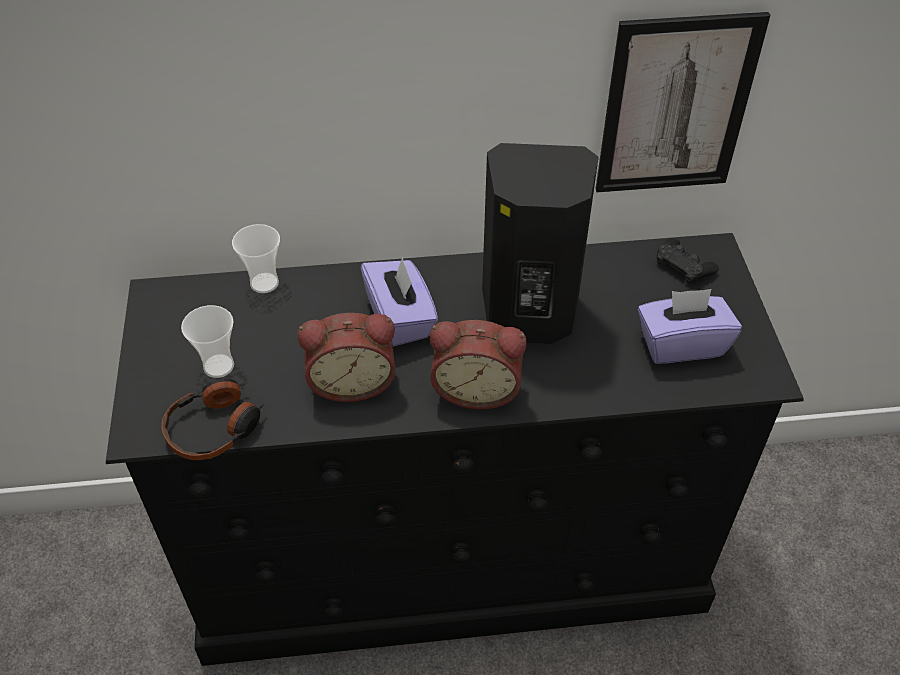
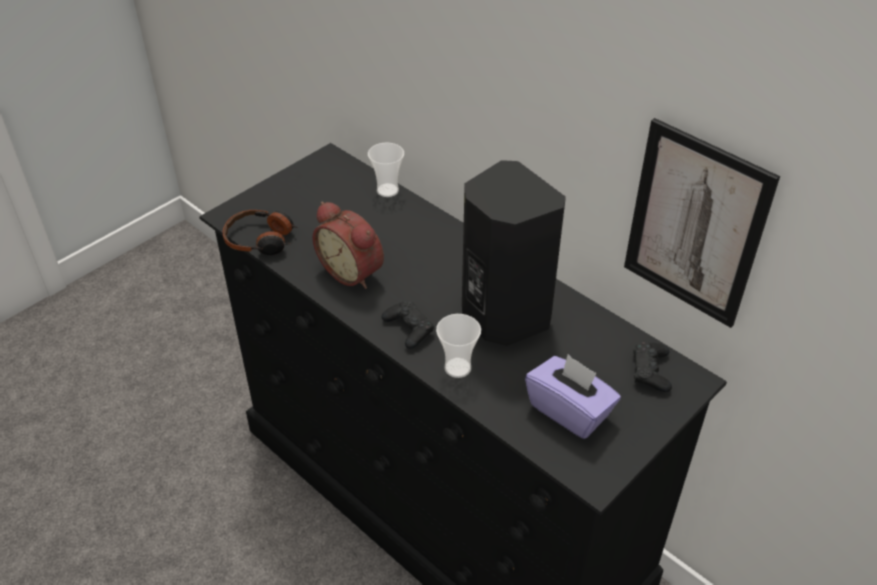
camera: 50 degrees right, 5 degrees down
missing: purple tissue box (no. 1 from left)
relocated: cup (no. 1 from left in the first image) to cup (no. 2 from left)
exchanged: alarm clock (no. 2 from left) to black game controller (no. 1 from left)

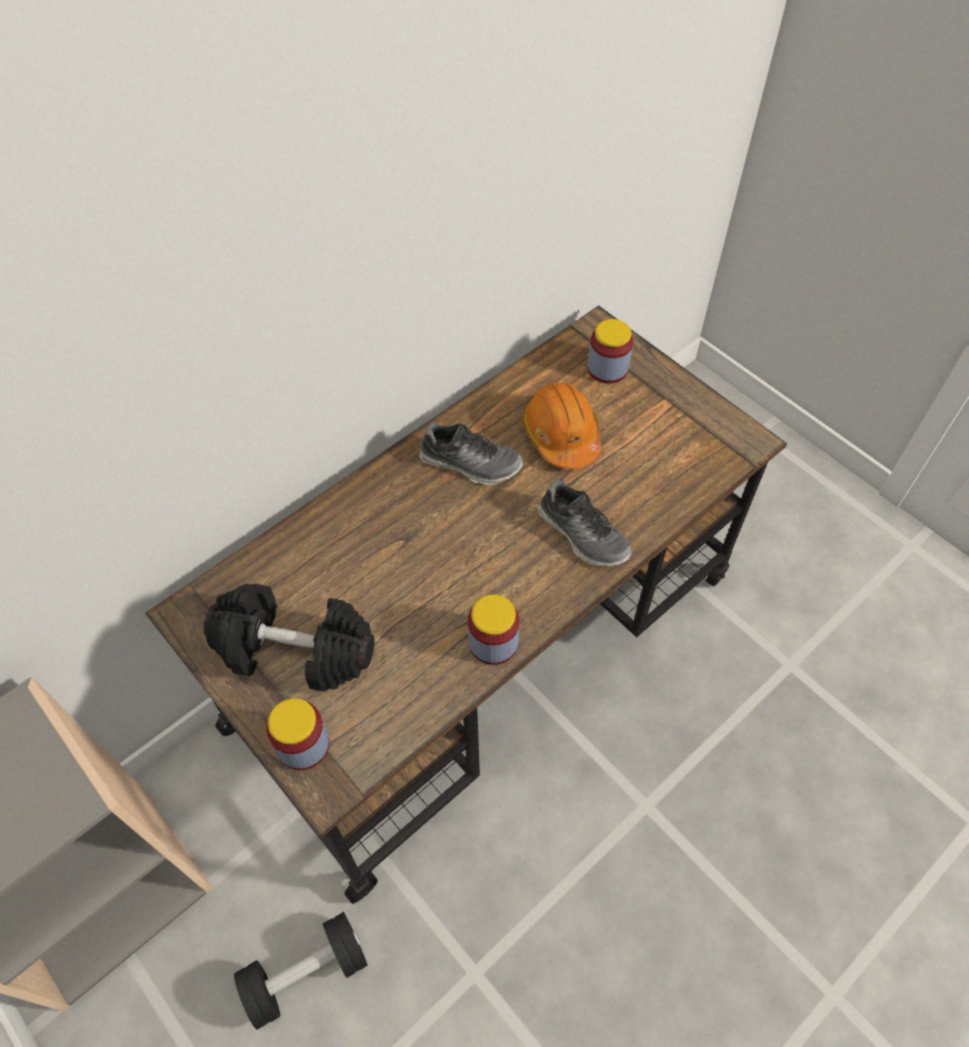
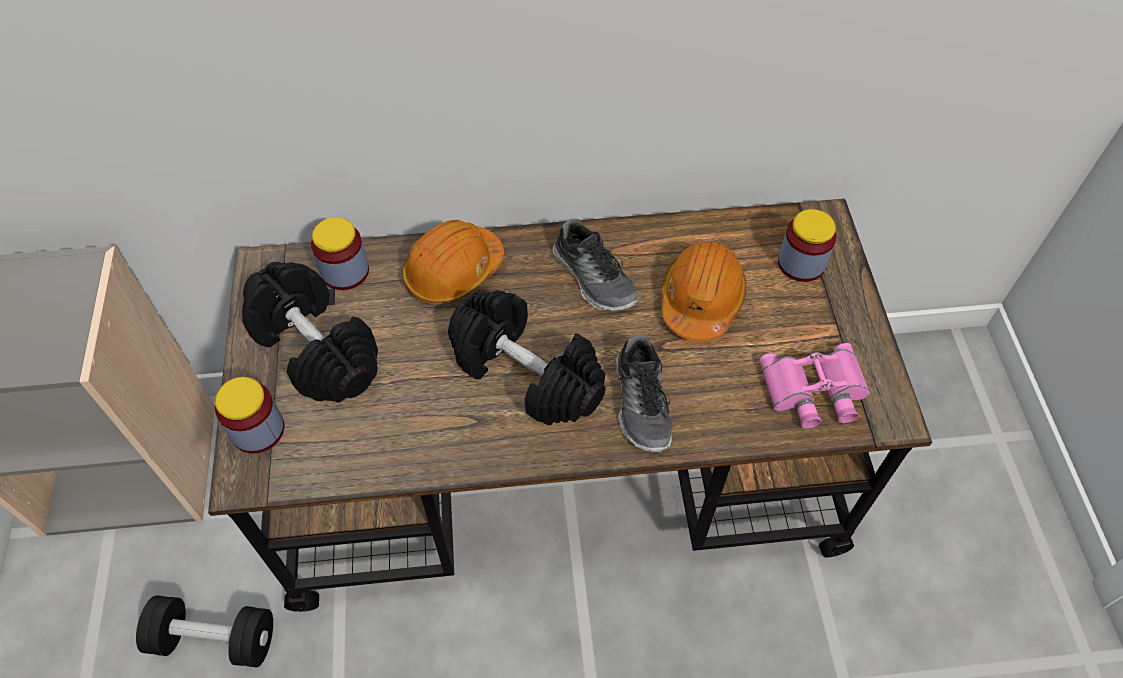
camera: 35 degrees right, 0 degrees up
appeared: orange hard hat (no. 1 from left); black dumbbell (no. 3 from left); pink binoculars
relocated: jar (no. 2 from left)

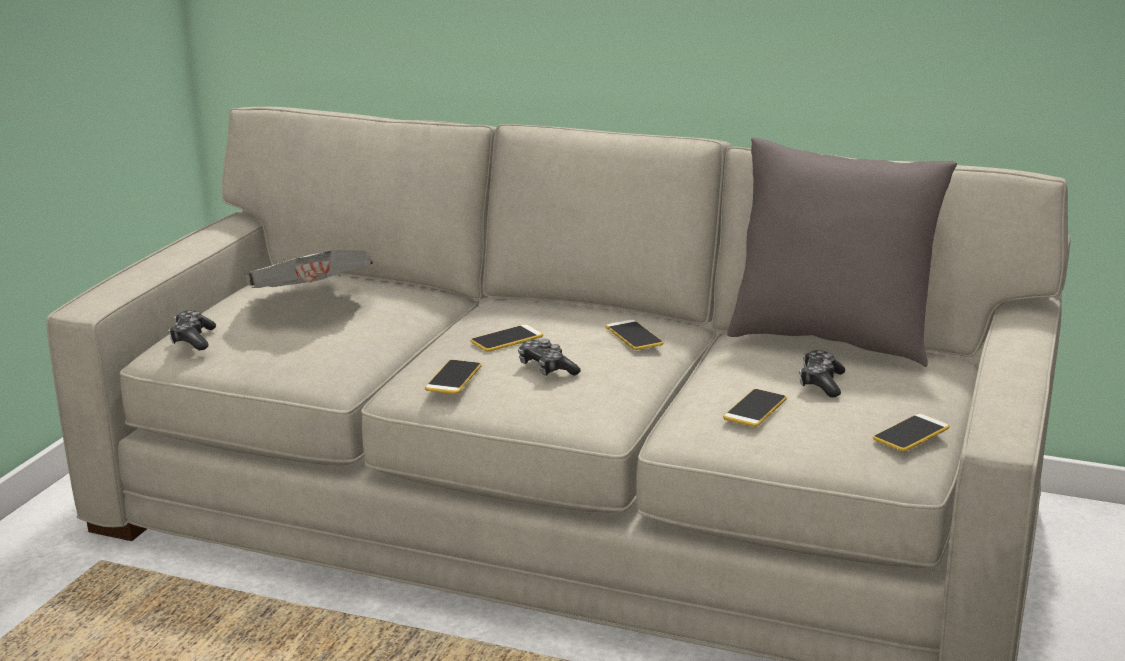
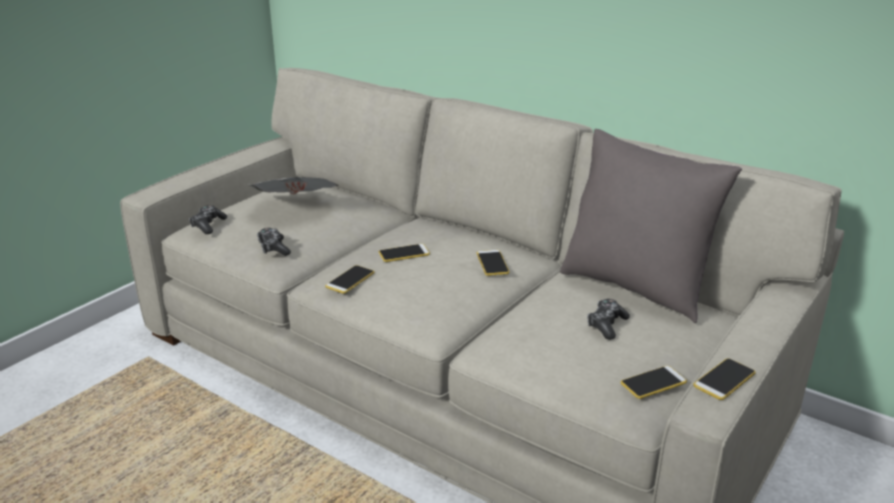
camera: 15 degrees right, 5 degrees up
relocated: game controller (no. 2 from left); phone (no. 4 from left in the first image) to phone (no. 5 from left)

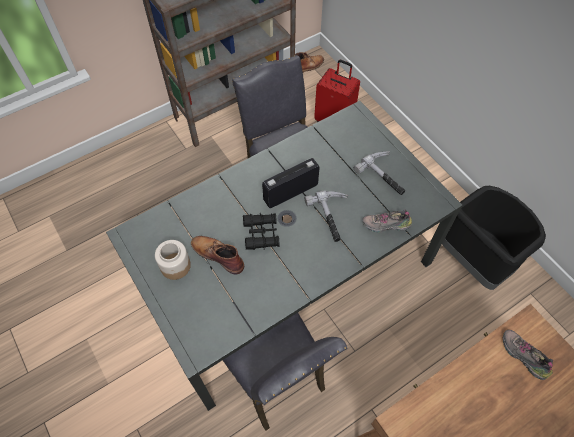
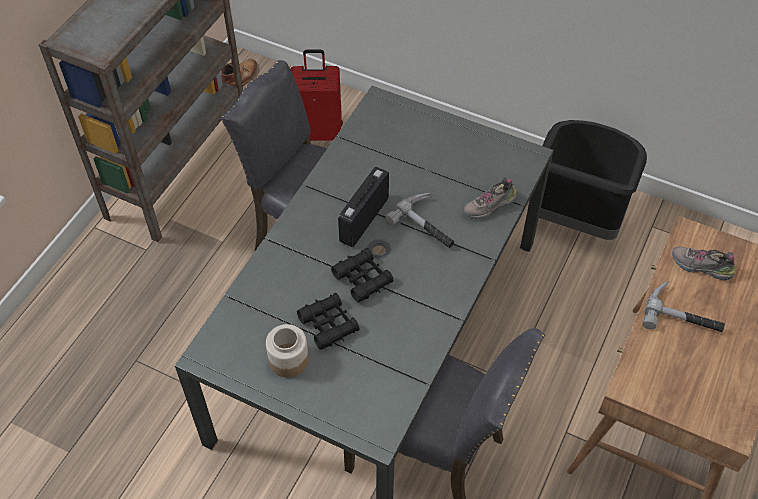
camera: 30 degrees left, 5 degrees down
relocated: hammer (no. 2 from left)
exchanged: brown boot (no. 1 from left) to black binoculars (no. 1 from left)

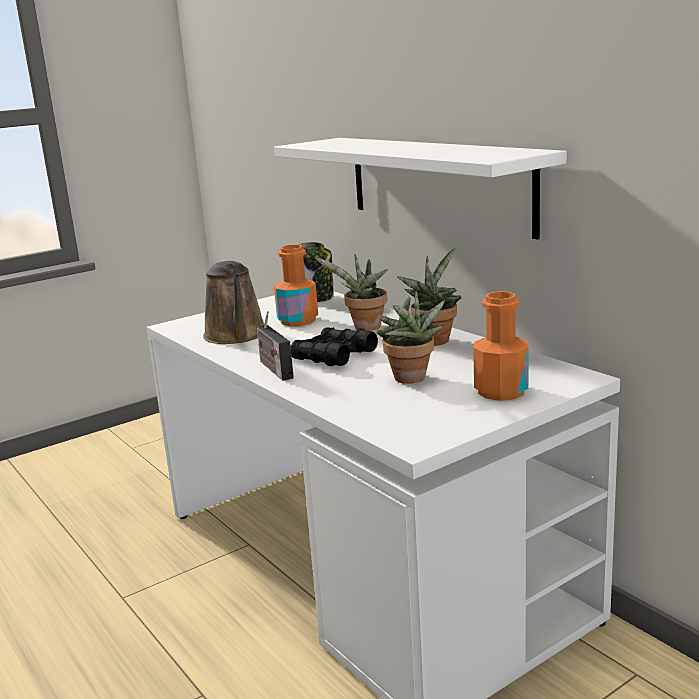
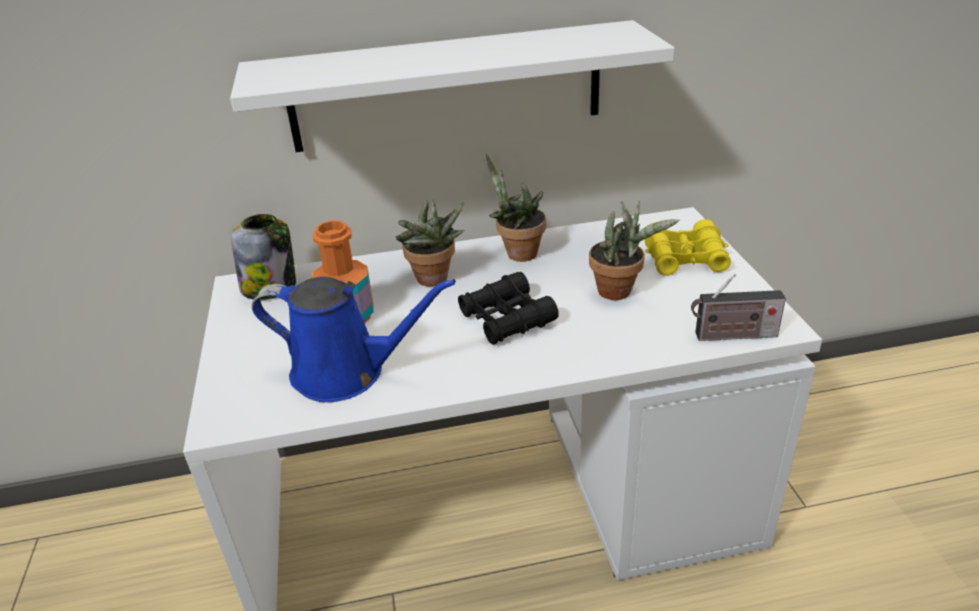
camera: 65 degrees left, 15 degrees up
relocated: radio
exchanged: orange bottle (no. 2 from left) to yellow binoculars
colour: brown watering can to blue watering can

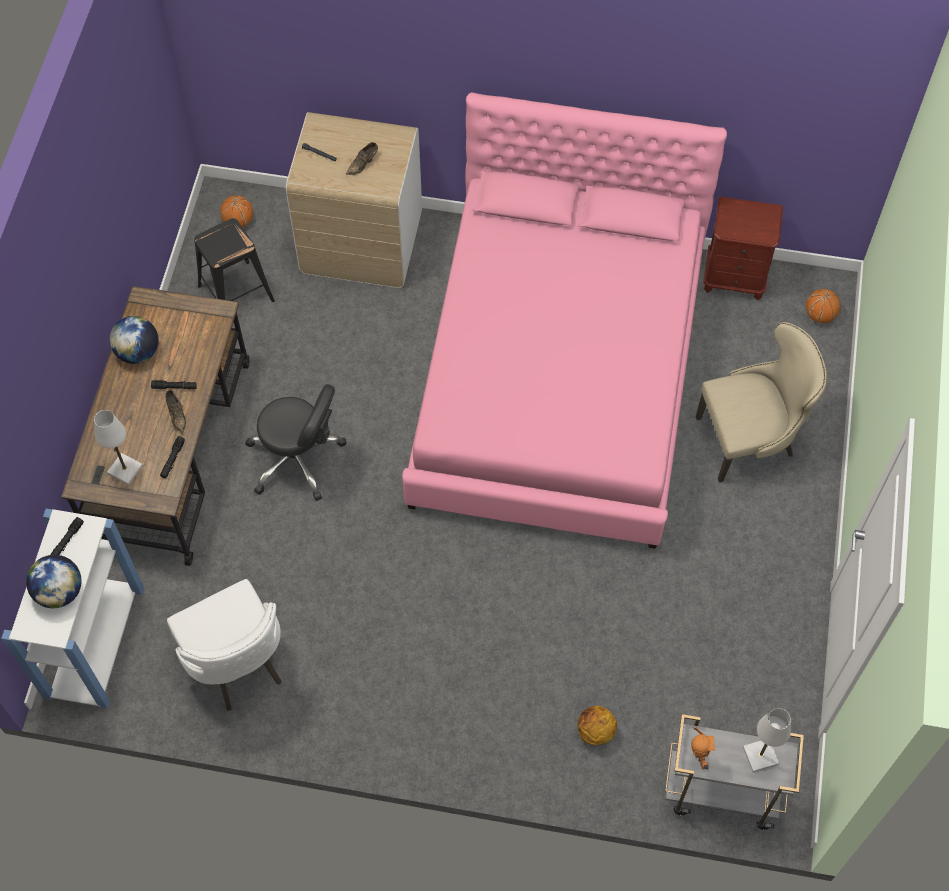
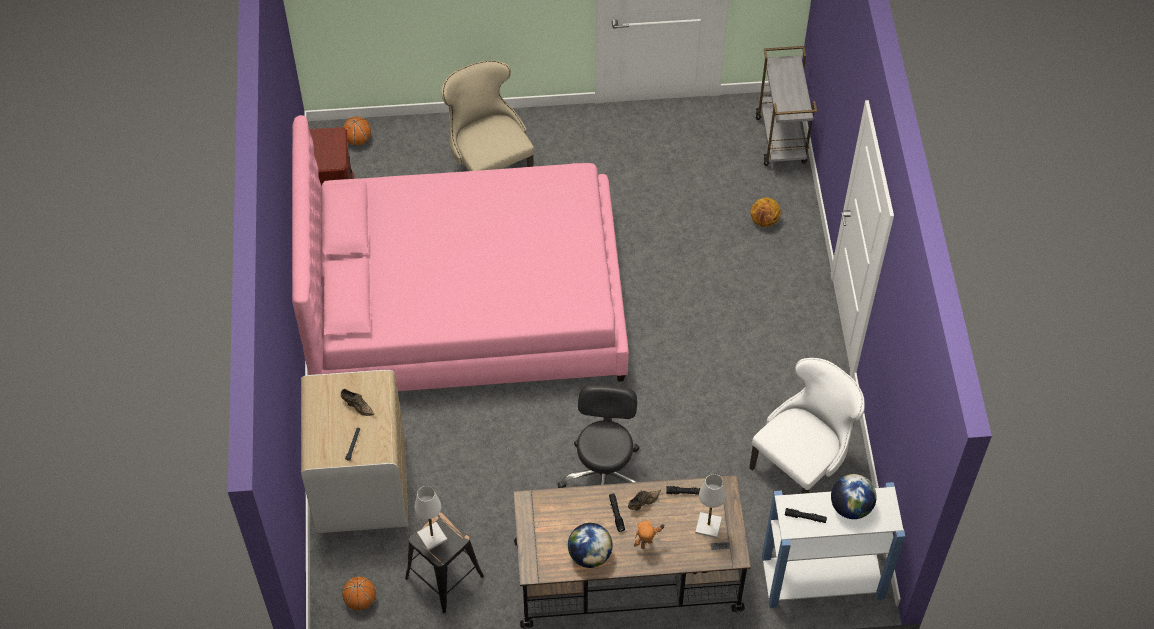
camera: 105 degrees left, 5 degrees down
relocated: toy robot; white table lamp (no. 2 from left in the first image) to white table lamp (no. 1 from left)

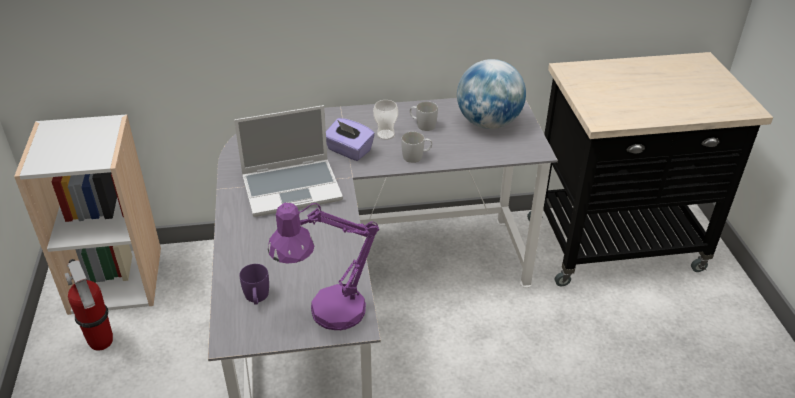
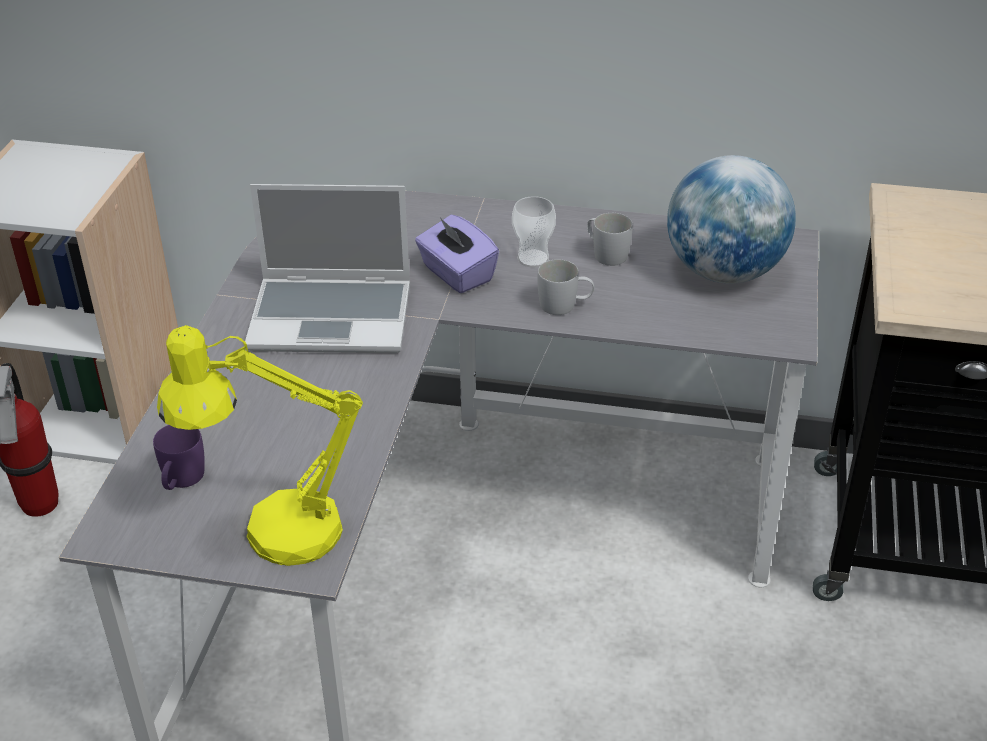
camera: 20 degrees right, 0 degrees up
colour: purple table lamp to yellow table lamp

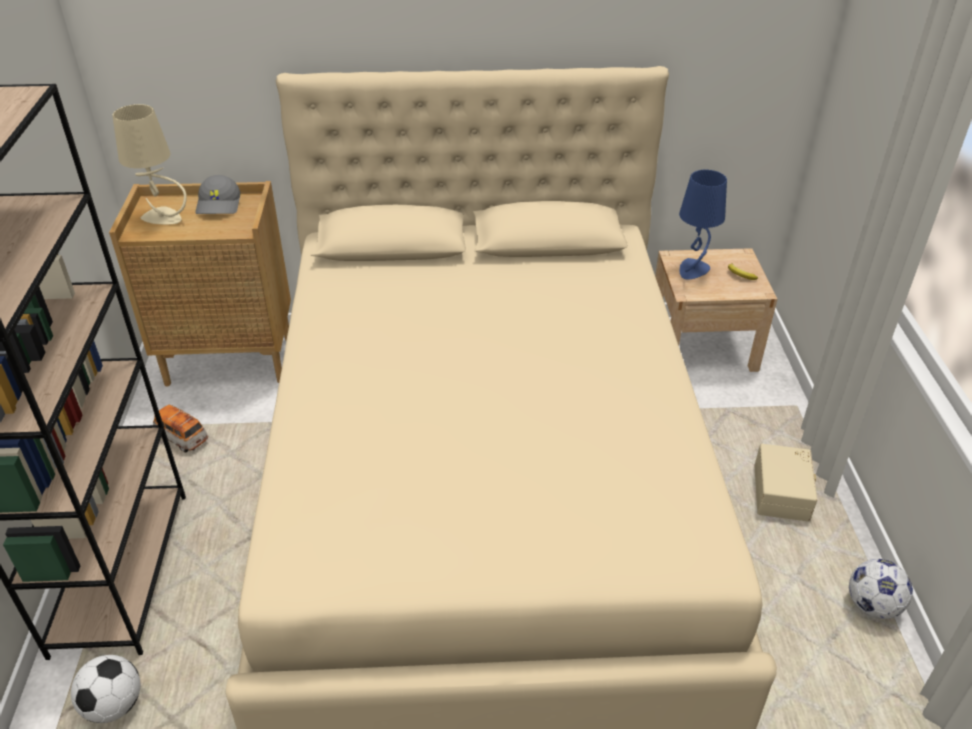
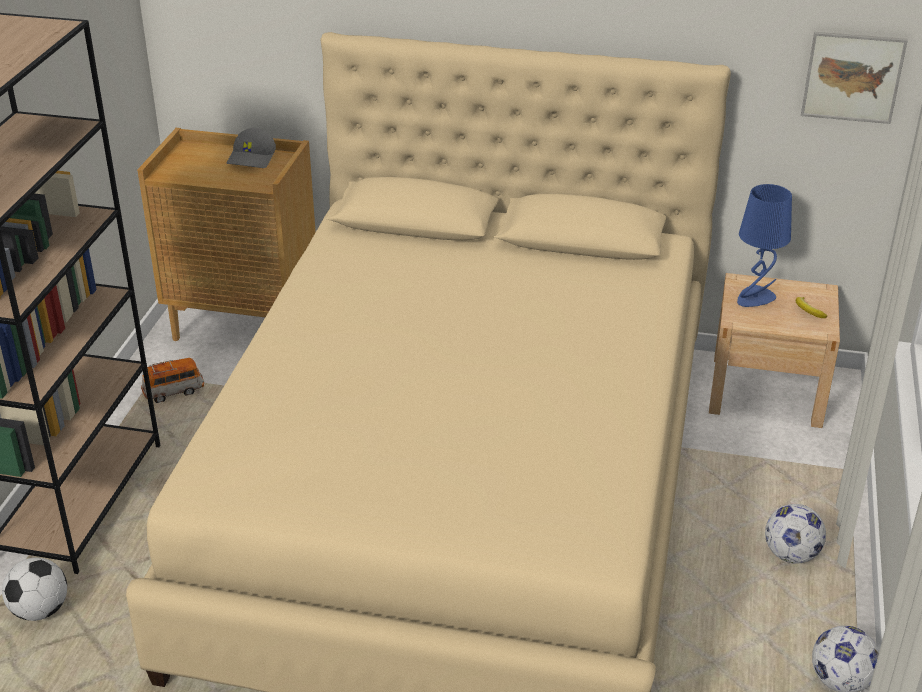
camera: 15 degrees right, 5 degrees down
missing: beige table lamp
appeared: picture
exchanged: beige storage box to football (no. 2 from left)
spun: toy car 105 degrees clockwise

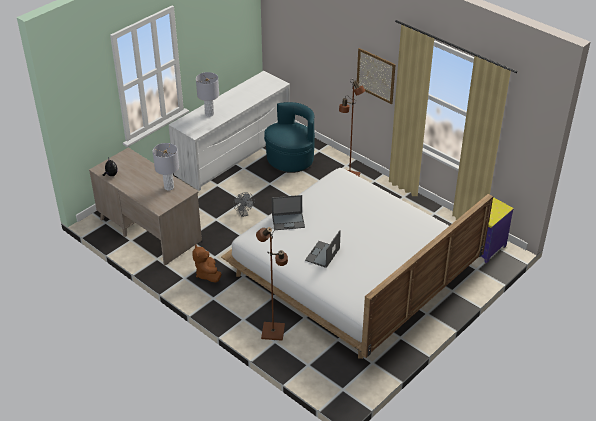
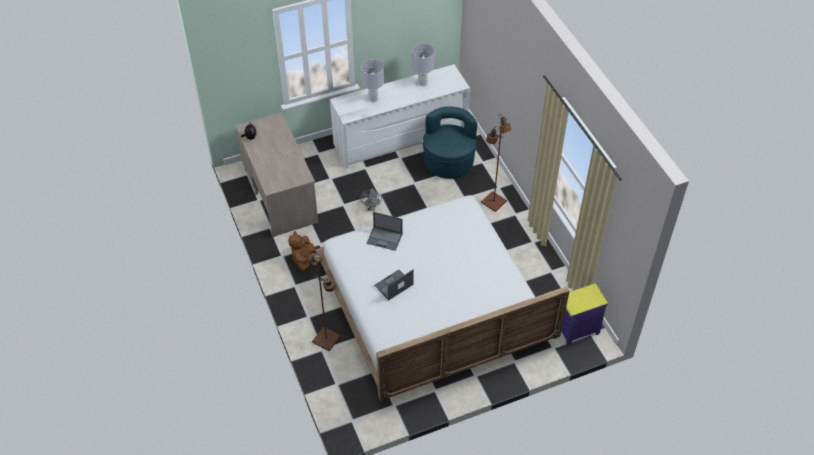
camera: 25 degrees right, 10 degrees up
missing: picture
relocated: grey table lamp (no. 1 from left in the first image) to grey table lamp (no. 2 from left)
spun: turquoise armchair 60 degrees counterclockwise

